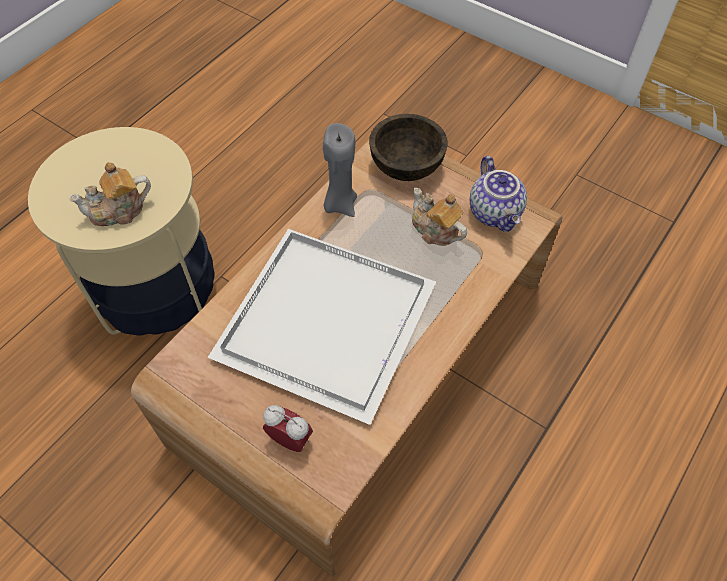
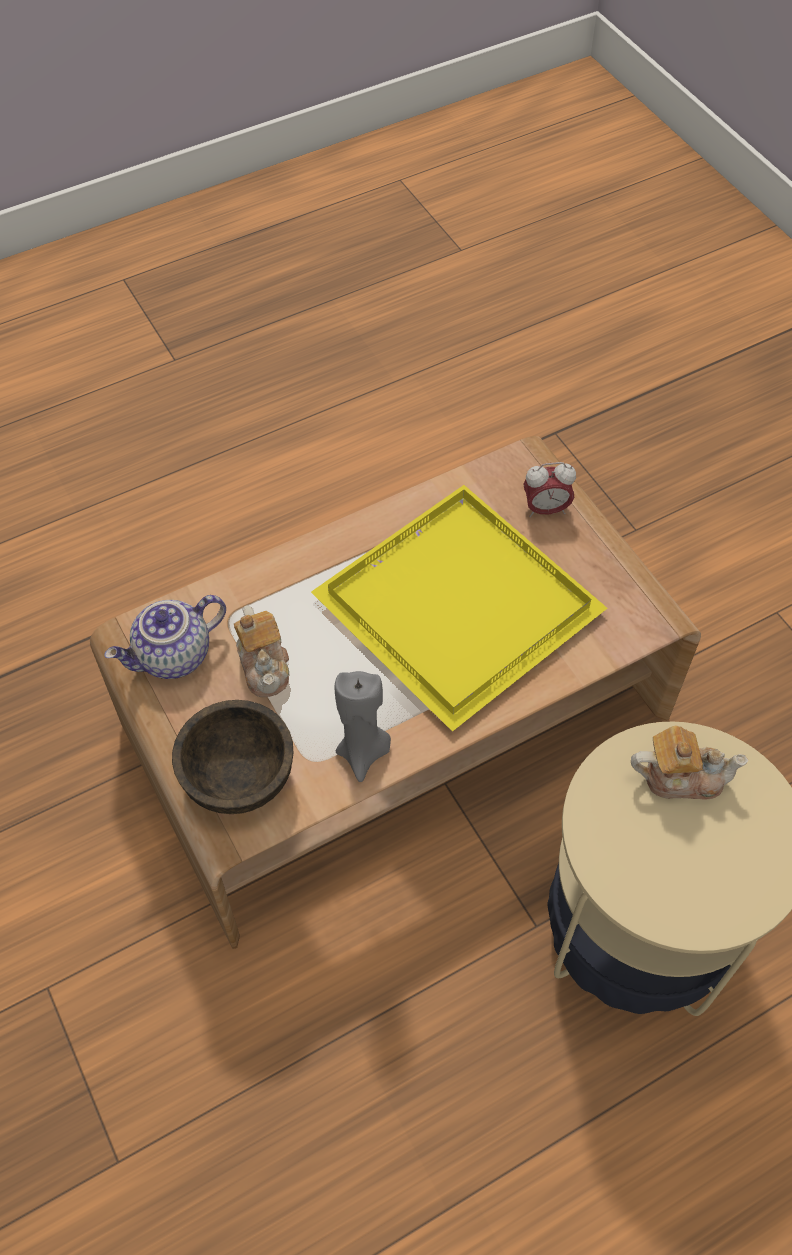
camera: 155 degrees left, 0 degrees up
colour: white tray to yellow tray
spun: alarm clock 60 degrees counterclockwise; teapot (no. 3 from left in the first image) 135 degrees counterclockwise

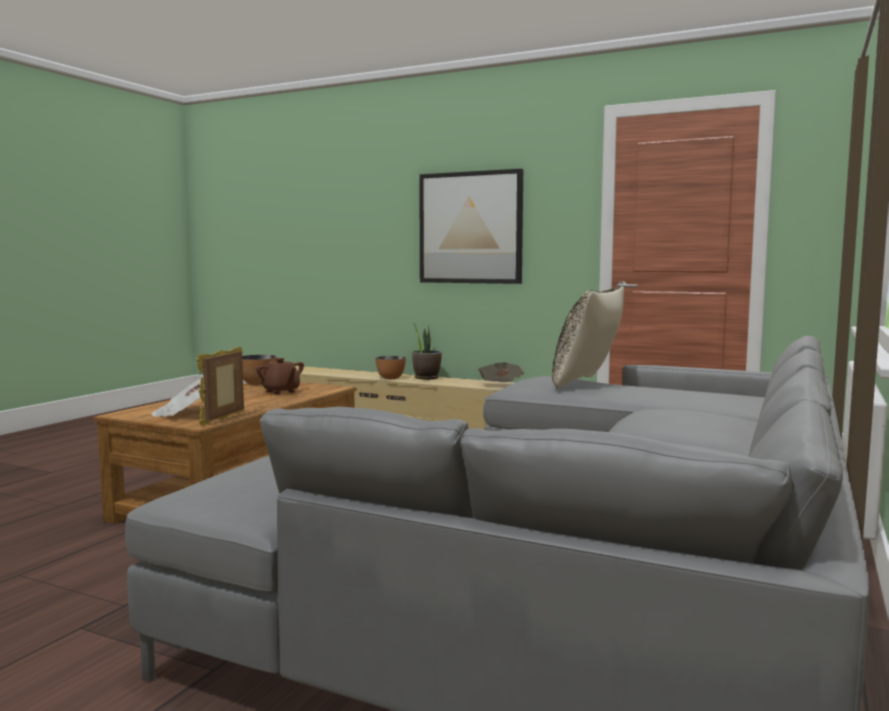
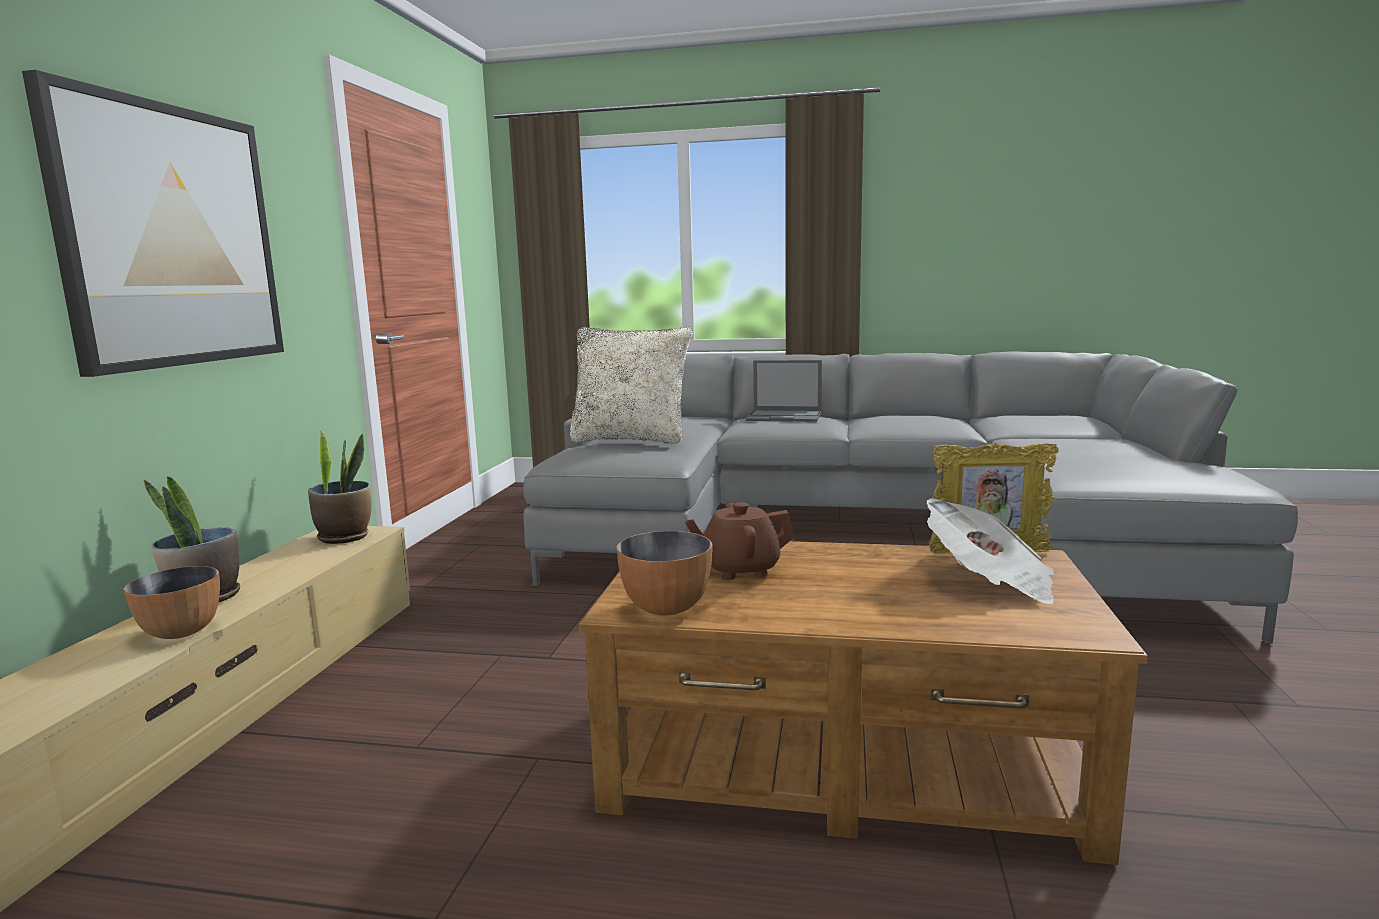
camera: 105 degrees left, 5 degrees up
appeared: laptop
exchanged: newspaper (no. 2 from left) to potted plant (no. 2 from left)
spun: brown teapot 135 degrees counterclockwise

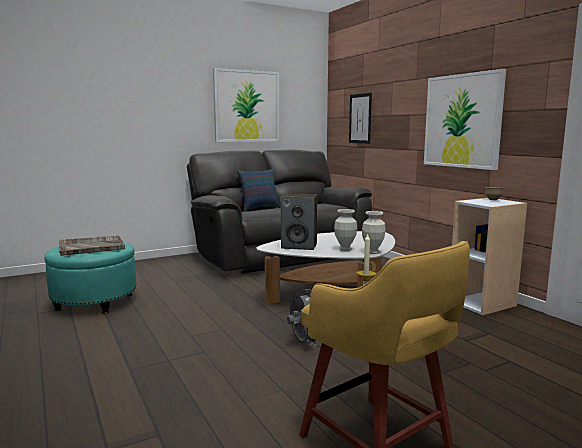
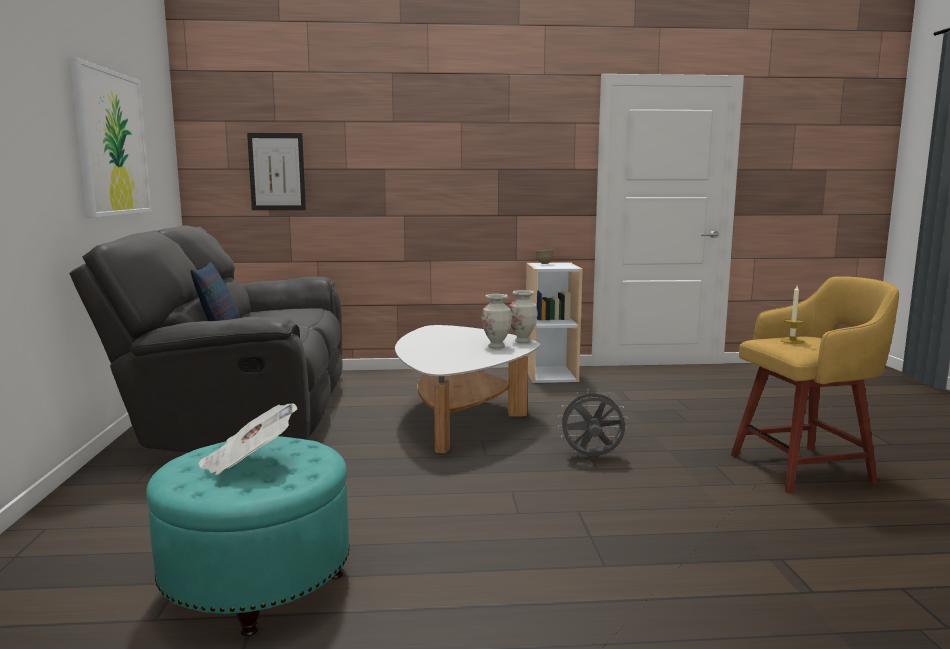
camera: 65 degrees left, 0 degrees up
missing: speaker; picture (no. 3 from left)
exchanged: grey tray to newspaper

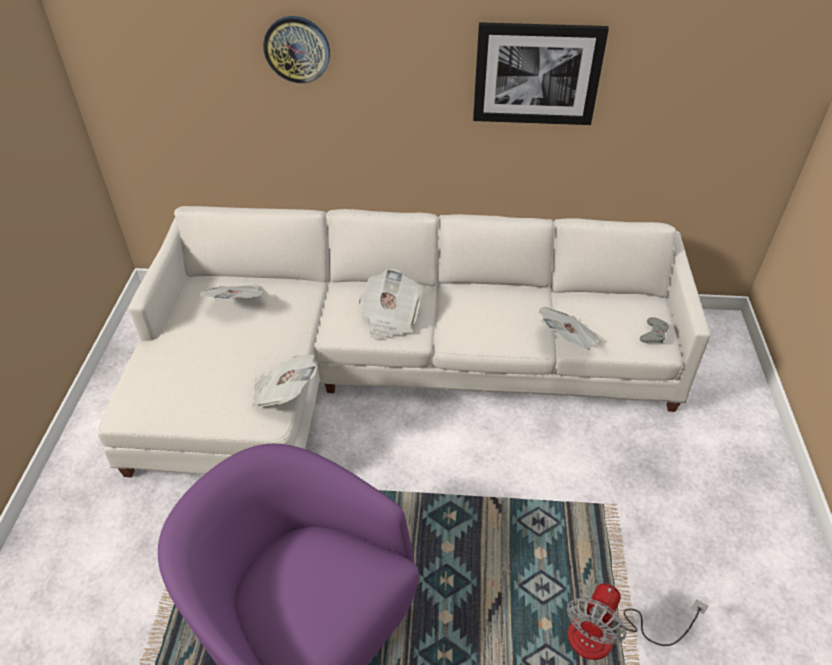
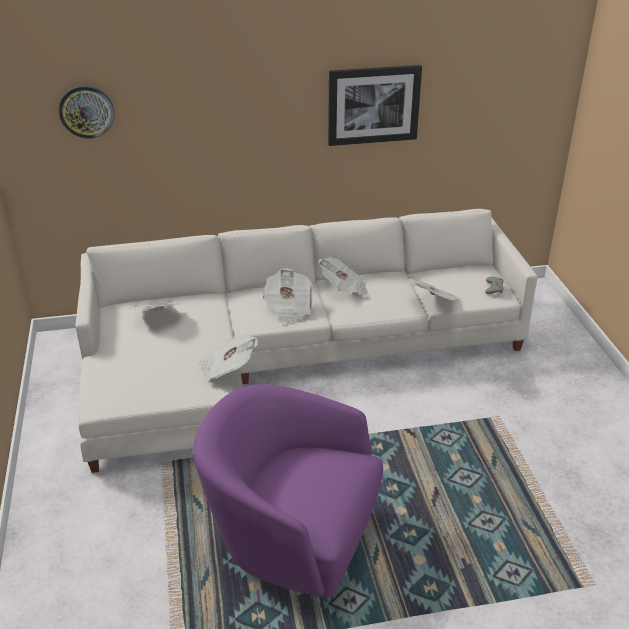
camera: 15 degrees left, 10 degrees down
missing: fan
appeared: newspaper (no. 4 from left)
relocated: wall clock

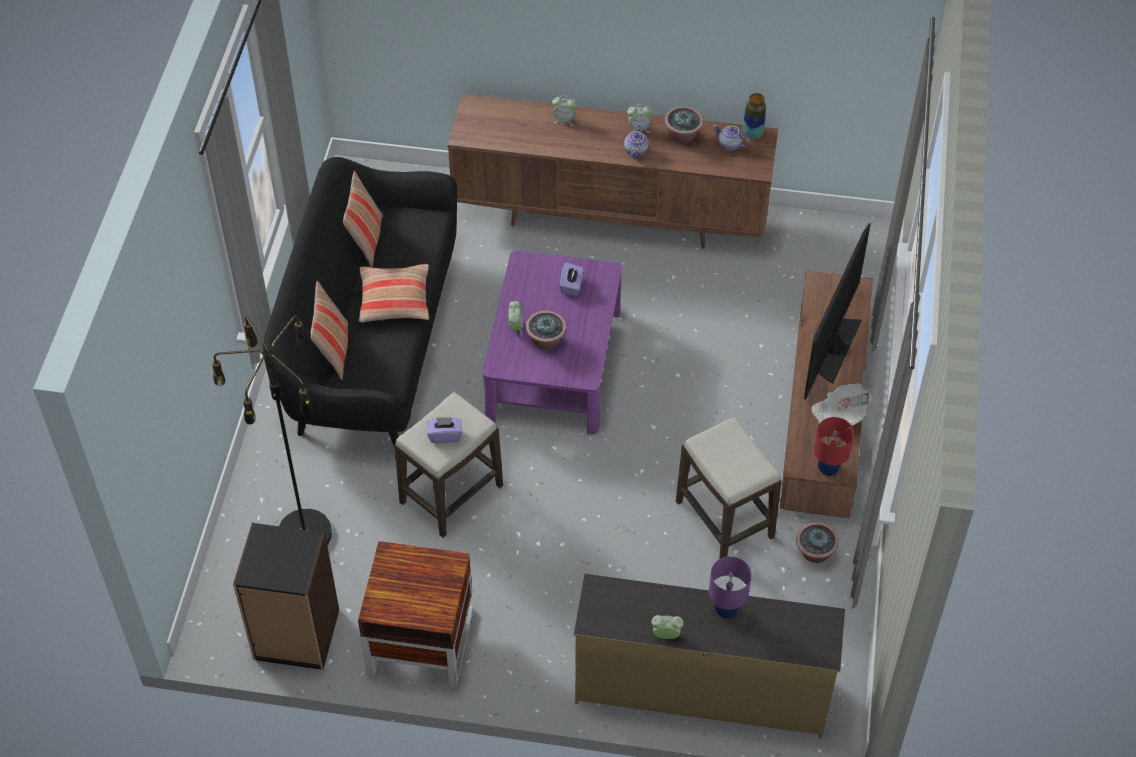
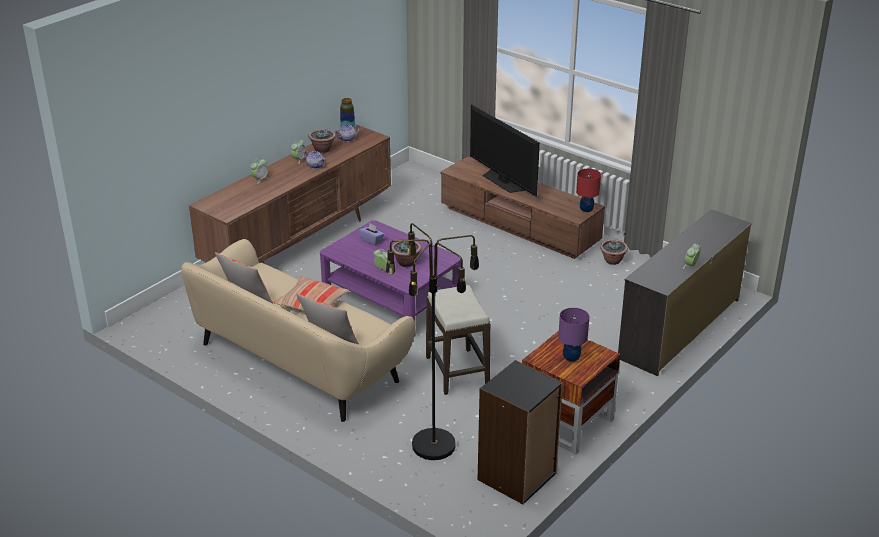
camera: 60 degrees left, 20 degrees down
missing: purple tissue box (no. 1 from left); stool (no. 2 from left); newspaper
relocated: purple table lamp
colour: black sofa to beige sofa

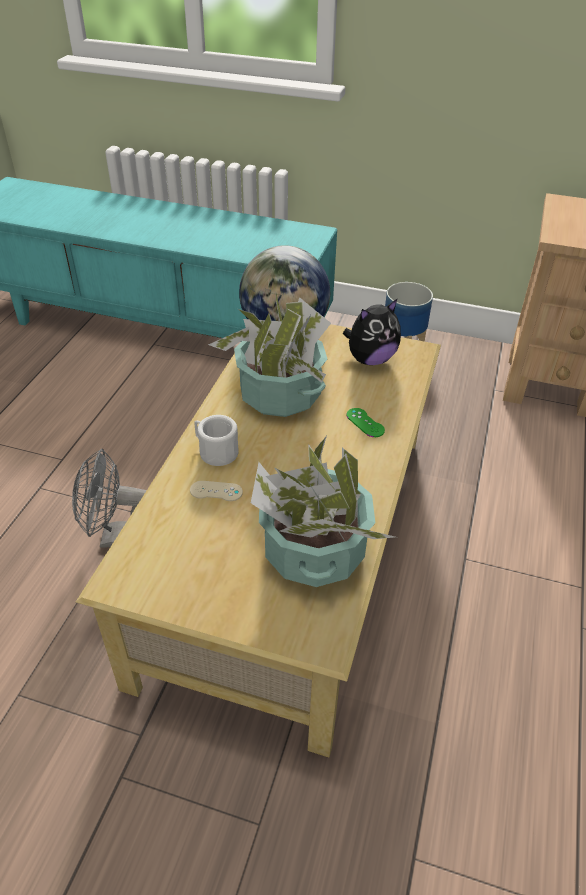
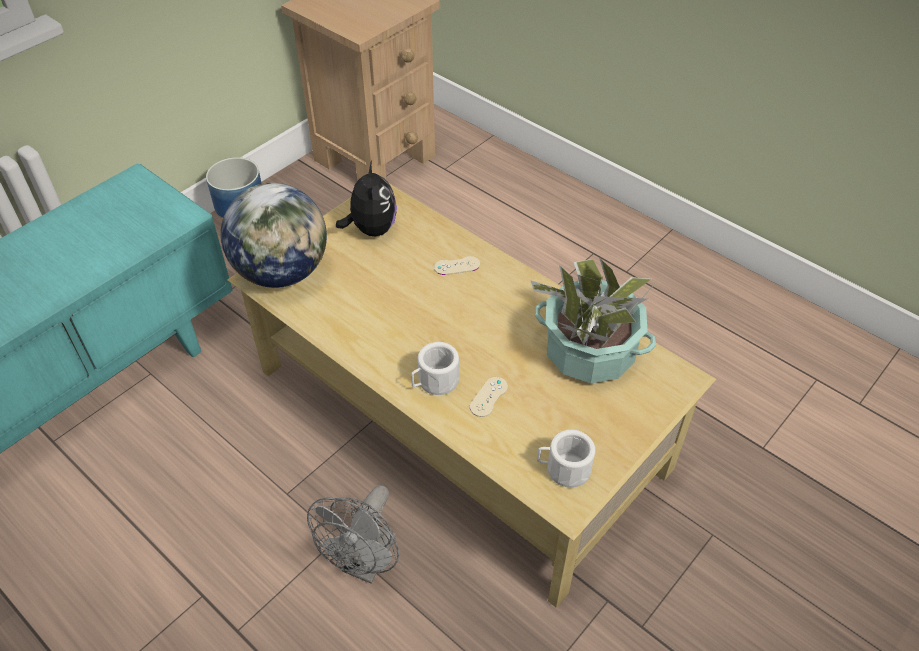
camera: 65 degrees left, 5 degrees up
missing: potted plant (no. 1 from left)
appeared: white mug (no. 2 from left)
colour: green game controller to beige game controller (no. 1 from left)

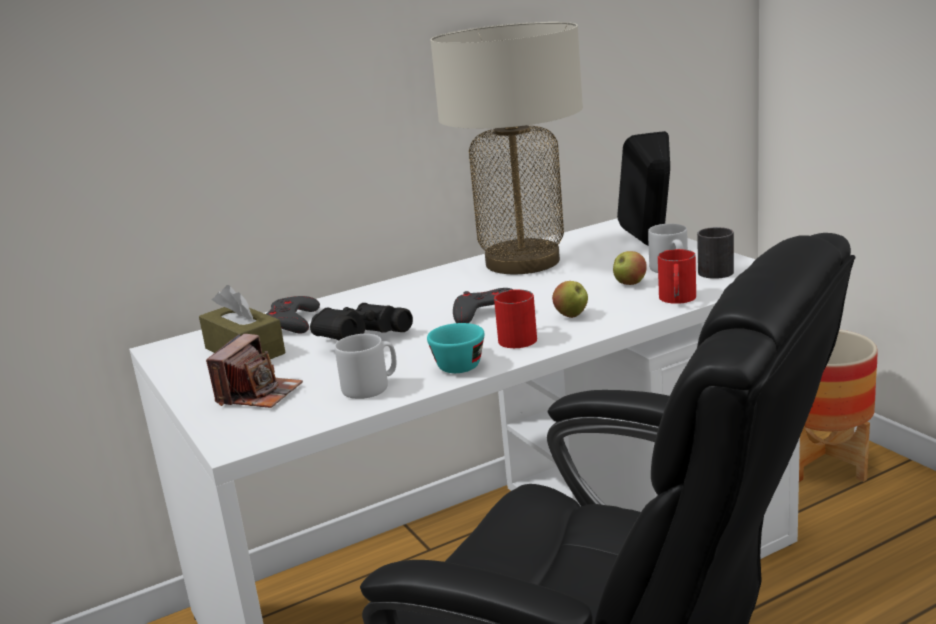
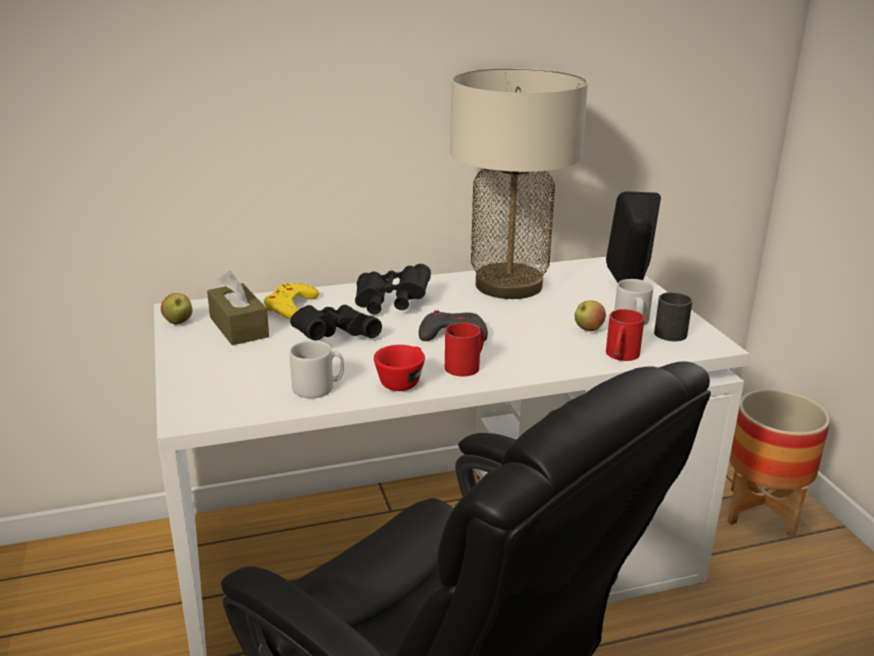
camera: 10 degrees right, 5 degrees up
missing: photo camera
appeared: black binoculars (no. 2 from left)
relocated: apple (no. 1 from left)
colour: grey game controller (no. 1 from left) to yellow game controller; turquoise cup to red cup

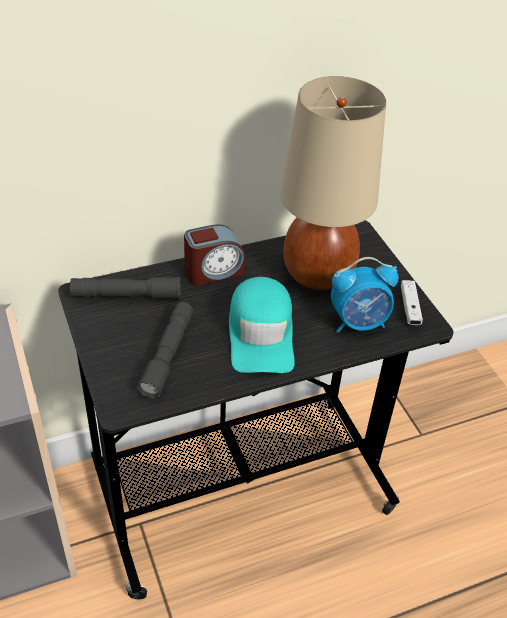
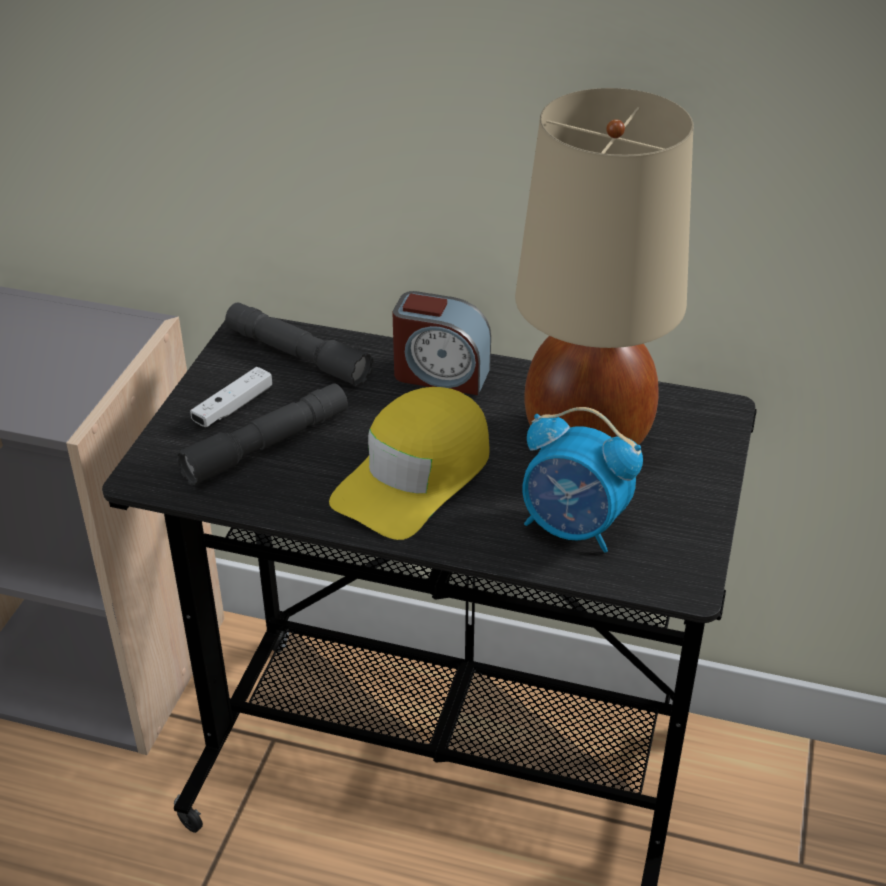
camera: 40 degrees right, 5 degrees down
relocated: white game controller
colour: turquoise cap to yellow cap

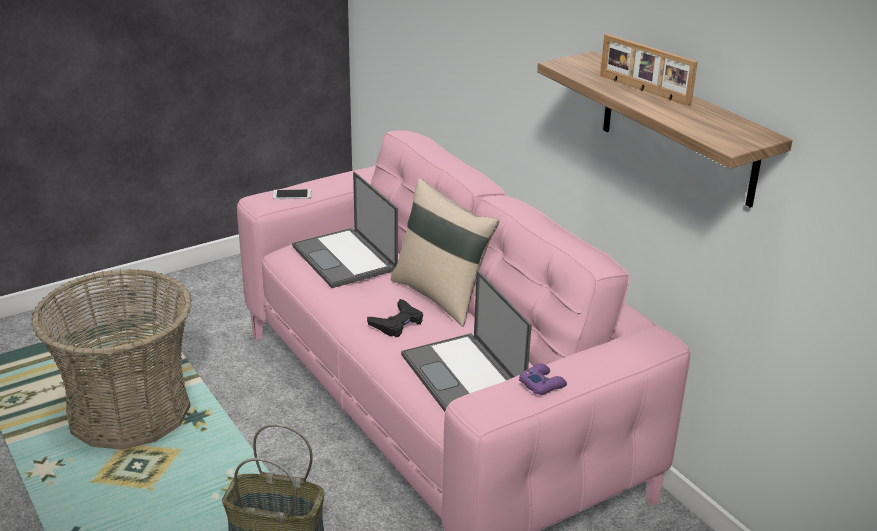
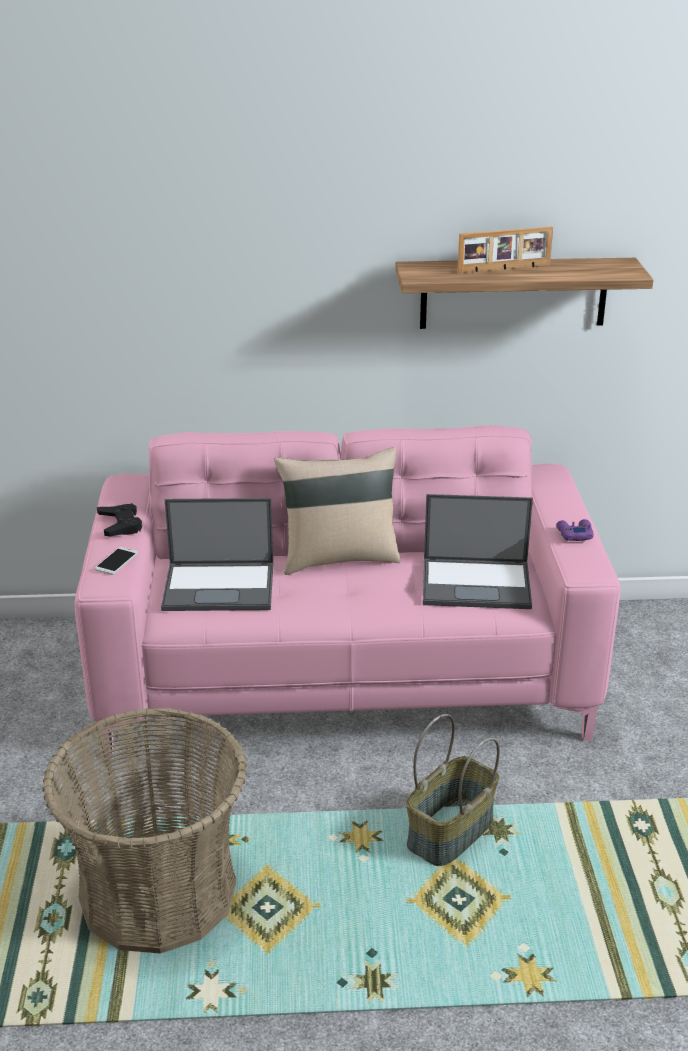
camera: 60 degrees left, 0 degrees up
relocated: black game controller

